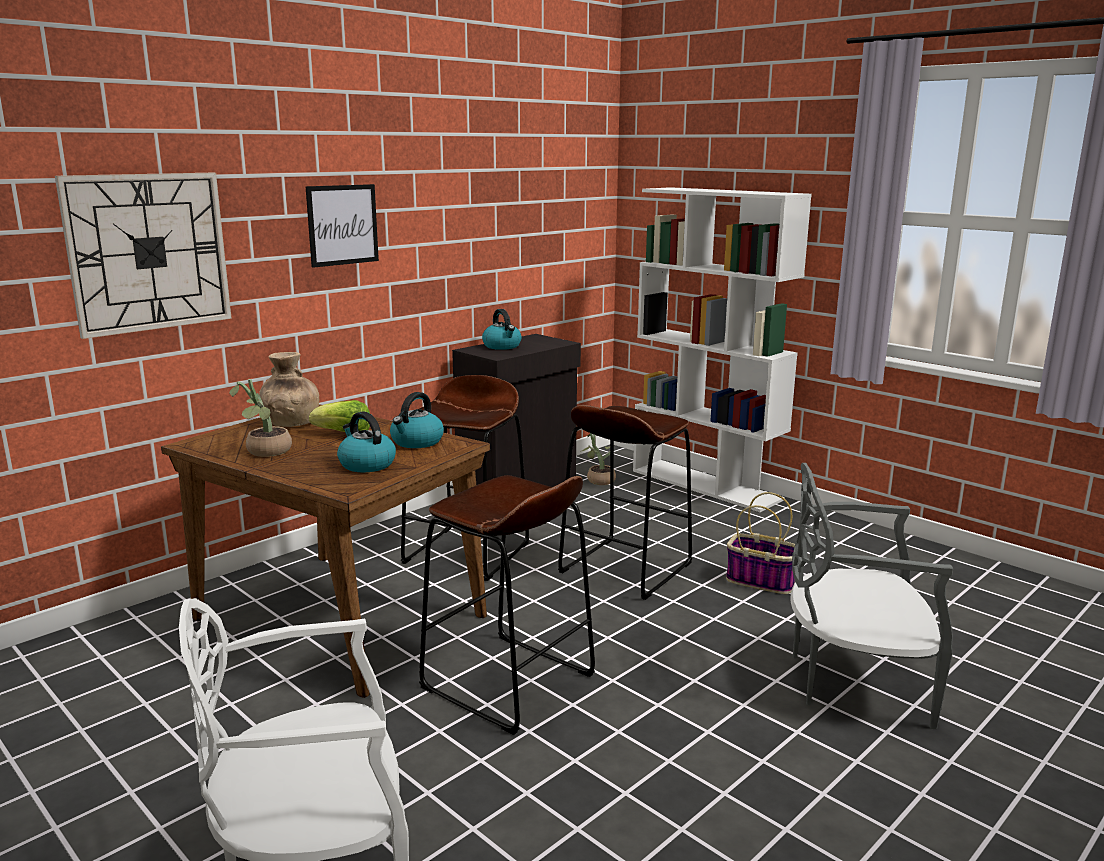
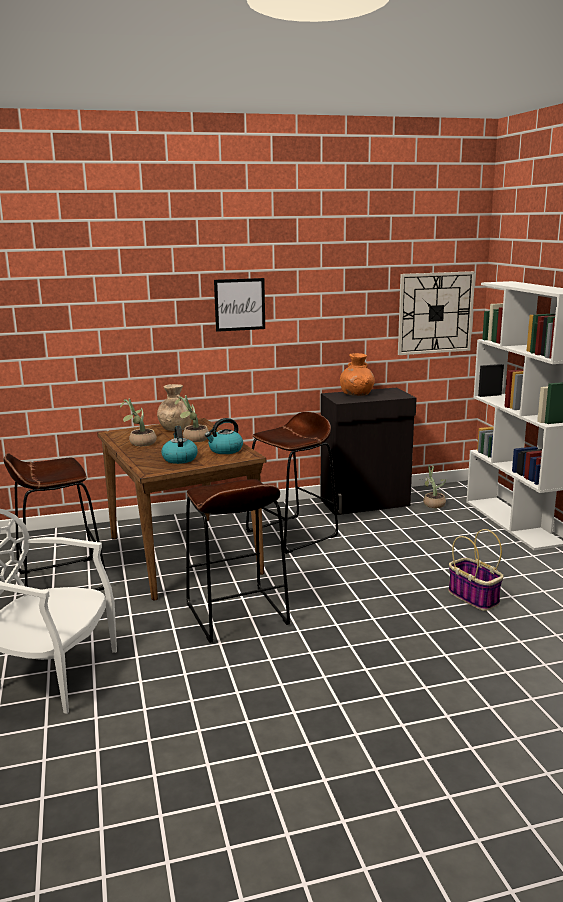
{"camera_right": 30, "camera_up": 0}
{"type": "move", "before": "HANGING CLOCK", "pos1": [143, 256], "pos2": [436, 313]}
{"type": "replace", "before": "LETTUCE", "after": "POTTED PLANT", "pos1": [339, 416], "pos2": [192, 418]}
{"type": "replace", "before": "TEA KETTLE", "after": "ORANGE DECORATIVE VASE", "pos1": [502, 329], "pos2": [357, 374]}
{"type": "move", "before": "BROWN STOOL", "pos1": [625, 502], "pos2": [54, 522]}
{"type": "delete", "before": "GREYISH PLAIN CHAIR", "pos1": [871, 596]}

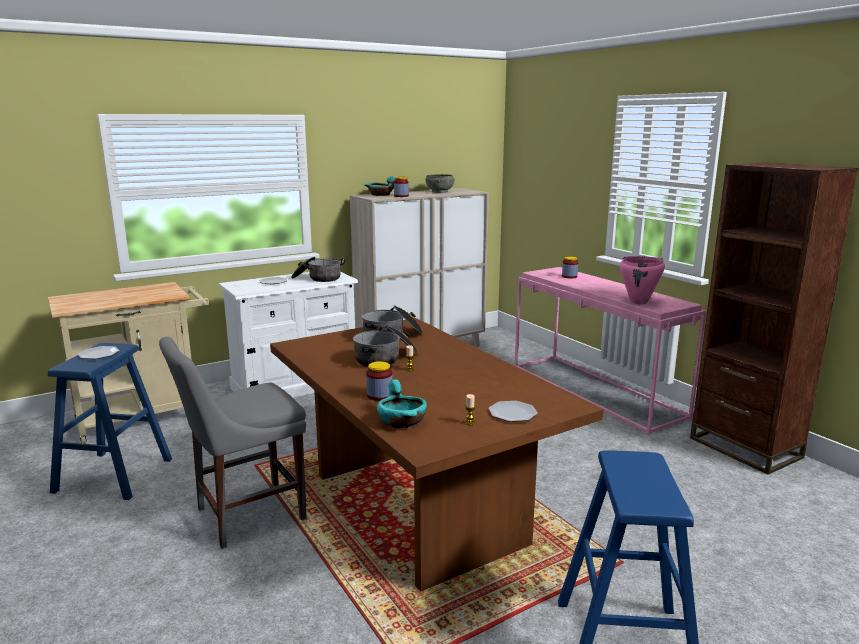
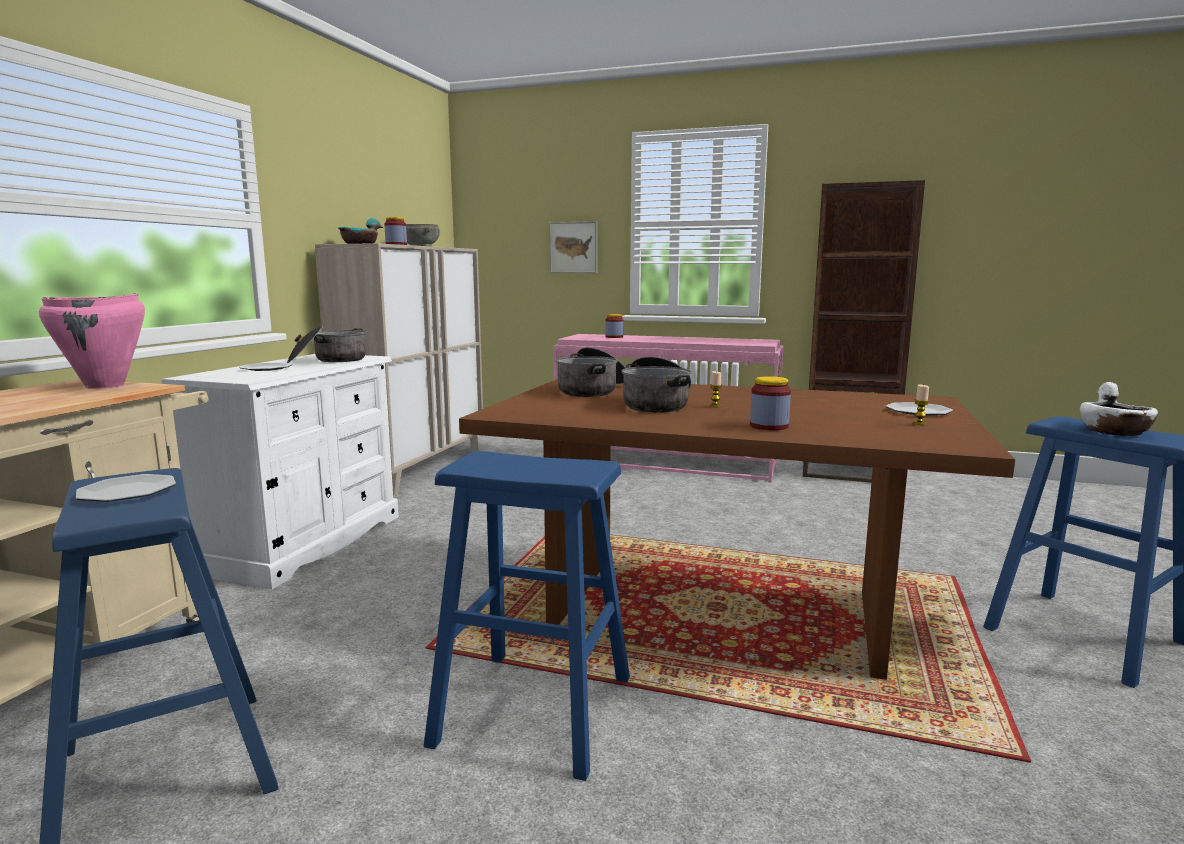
{"camera_right": -40, "camera_up": -5}
{"type": "replace", "before": "GREYISH PLAIN CHAIR", "after": "BLUISH STOOL", "pos1": [233, 442], "pos2": [527, 616]}
{"type": "delete", "before": "TURQUOISE-COLOURED BOWL", "pos1": [402, 403]}
{"type": "move", "before": "PINK STOCKPOT", "pos1": [642, 280], "pos2": [92, 341]}
{"type": "insert", "after": "WALL PICTURE", "pos2": [573, 247]}
{"type": "insert", "after": "WHITISH BOWL", "pos2": [1119, 409]}

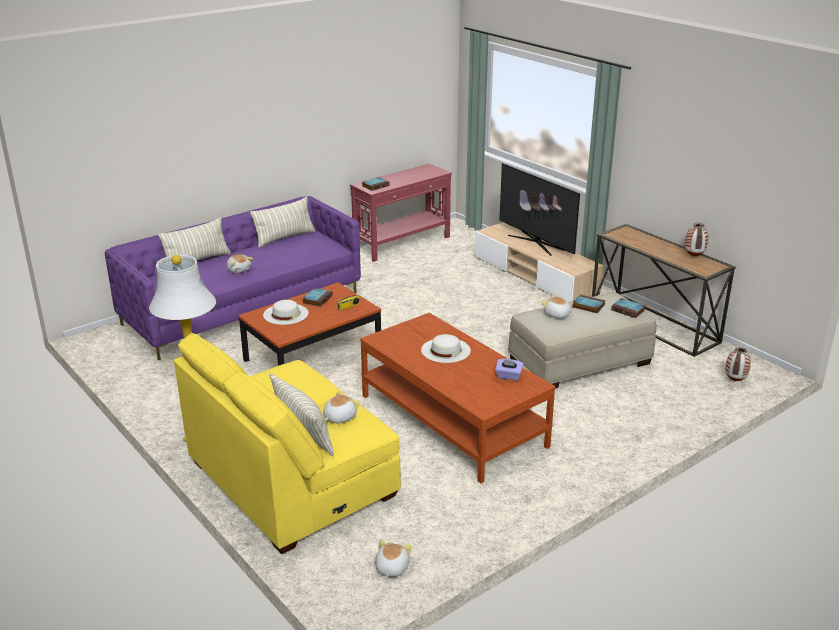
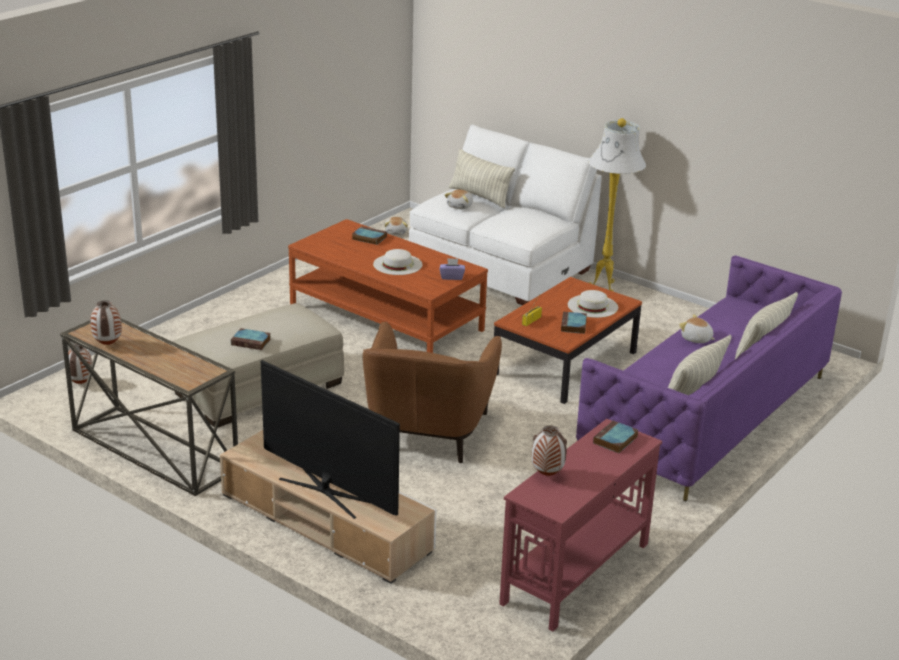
{"camera_right": 165, "camera_up": 0}
{"type": "recolor", "before": "YELLOWISH COUCH", "after": "WHITISH COUCH", "pos1": [287, 443], "pos2": [505, 215]}
{"type": "move", "before": "PURPLE TISSUE HOLDER", "pos1": [509, 370], "pos2": [452, 269]}
{"type": "delete", "before": "PLUSH TOY", "pos1": [557, 306]}
{"type": "move", "before": "BOOK", "pos1": [628, 308], "pos2": [369, 235]}
{"type": "insert", "after": "BROWN EASY CHAIR", "pos2": [432, 392]}
{"type": "insert", "after": "DECORATIVE VASE", "pos2": [549, 450]}

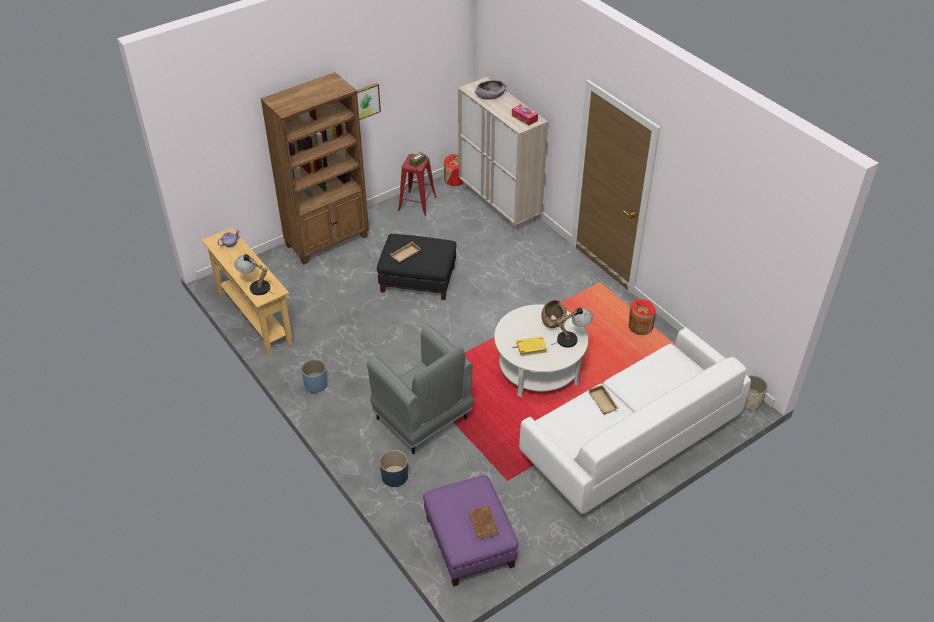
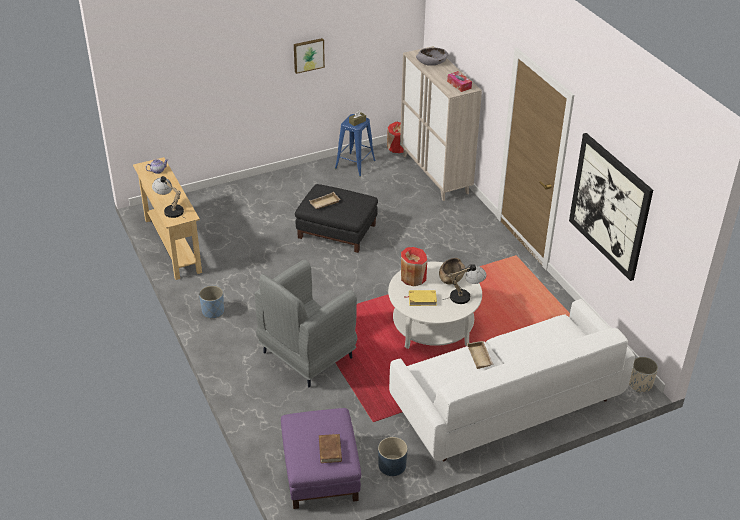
{"camera_right": 10, "camera_up": -5}
{"type": "delete", "before": "BROWN SHELVING UNIT", "pos1": [315, 168]}
{"type": "rotate", "before": "GREYISH EASY CHAIR", "pos1": [420, 389], "pos2": [306, 323], "turn": 75}
{"type": "move", "before": "BLUISH PLANTER", "pos1": [394, 468], "pos2": [393, 456]}
{"type": "recolor", "before": "REDDISH STOOL", "after": "BLUISH STOOL", "pos1": [417, 185], "pos2": [355, 145]}
{"type": "move", "before": "REDDISH DECORATIVE VASE", "pos1": [642, 317], "pos2": [414, 266]}
{"type": "insert", "after": "WALL PICTURE", "pos2": [611, 207]}

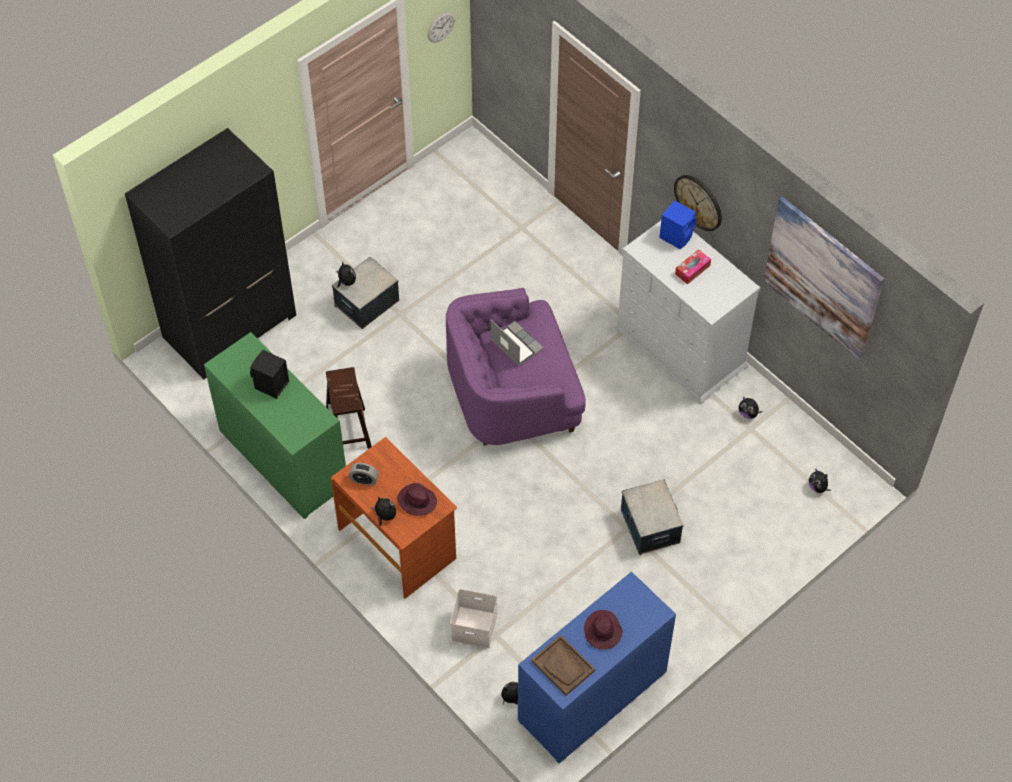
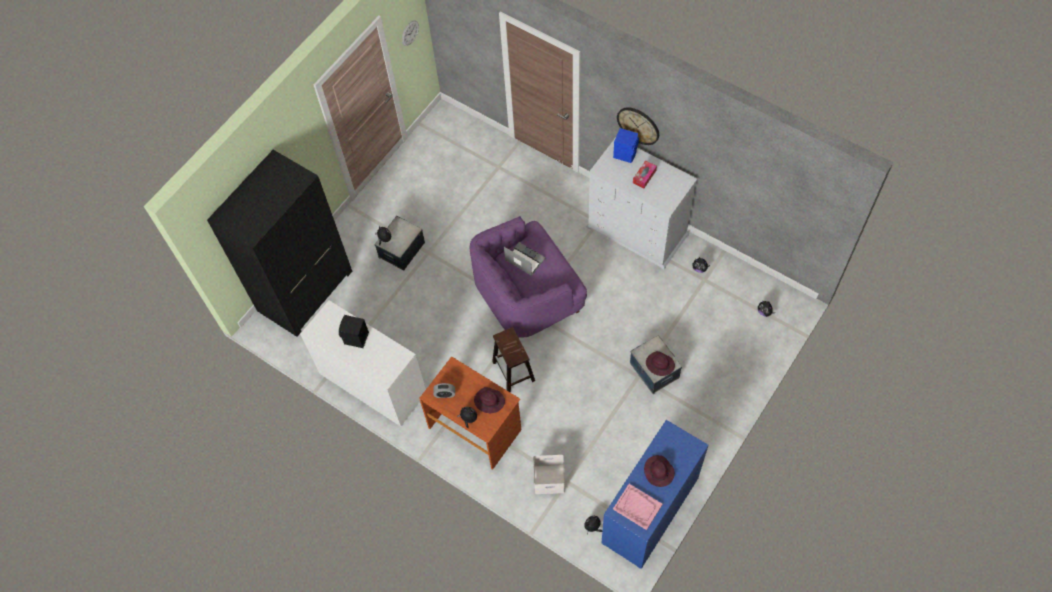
{"camera_right": -10, "camera_up": 5}
{"type": "recolor", "before": "GREENISH DRESSER", "after": "WHITISH DRESSER", "pos1": [275, 425], "pos2": [363, 363]}
{"type": "move", "before": "BROWN STOOL", "pos1": [349, 408], "pos2": [513, 359]}
{"type": "recolor", "before": "BROWN CARRYING TRAY", "after": "PINK CARRYING TRAY", "pos1": [563, 665], "pos2": [637, 507]}
{"type": "delete", "before": "WALL PICTURE", "pos1": [824, 279]}
{"type": "insert", "after": "PURPLE HAT", "pos2": [660, 363]}

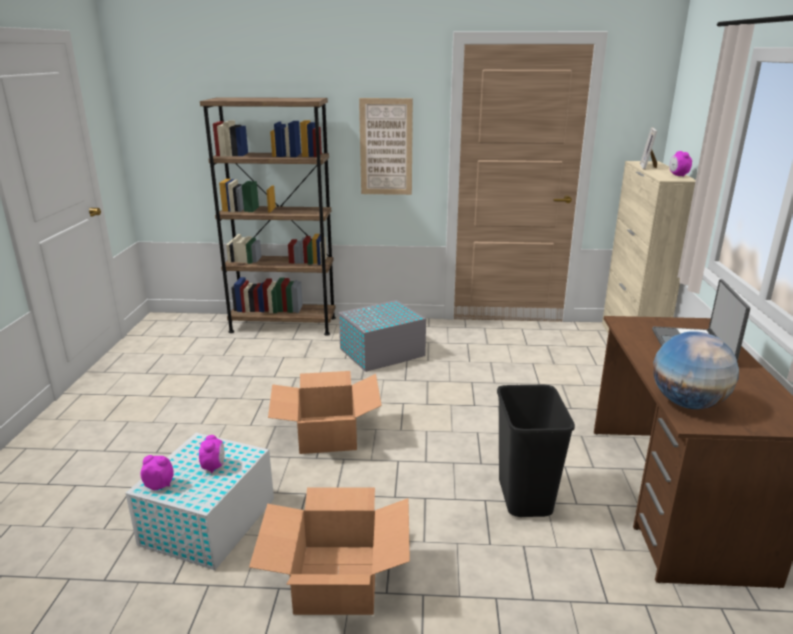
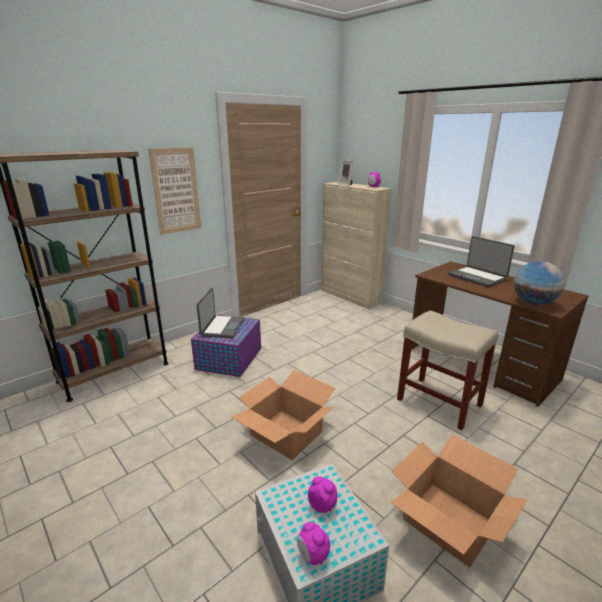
{"camera_right": -45, "camera_up": 0}
{"type": "rotate", "before": "ALARM CLOCK", "pos1": [157, 472], "pos2": [313, 543], "turn": -90}
{"type": "recolor", "before": "GREYISH STORAGE CONTAINER", "after": "PURPLE STORAGE CONTAINER", "pos1": [382, 336], "pos2": [226, 345]}
{"type": "replace", "before": "BLACKISH RUBBISH BIN", "after": "BEIGE STOOL", "pos1": [536, 451], "pos2": [447, 370]}
{"type": "insert", "after": "PORTABLE COMPUTER", "pos2": [220, 313]}

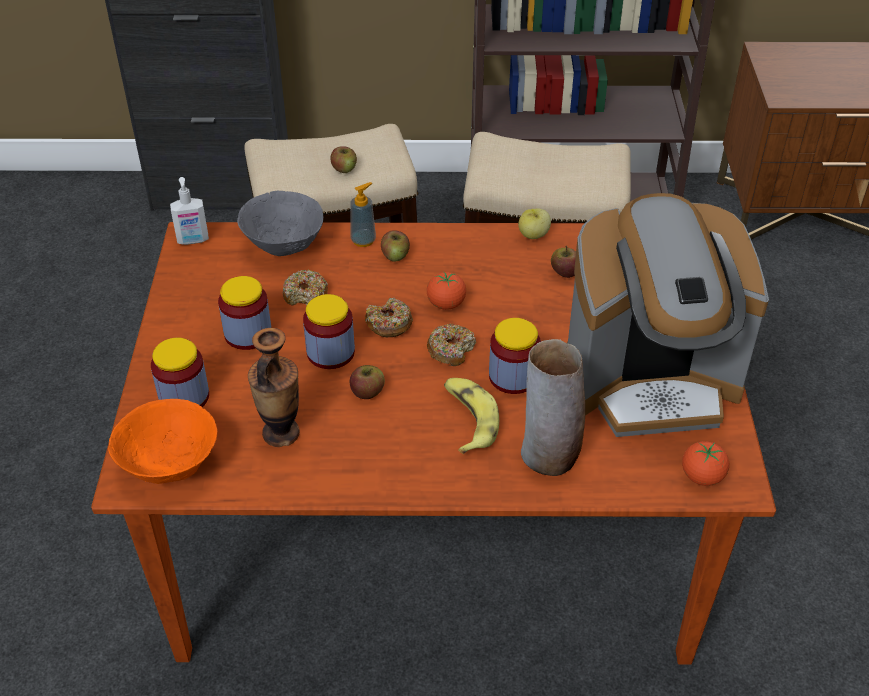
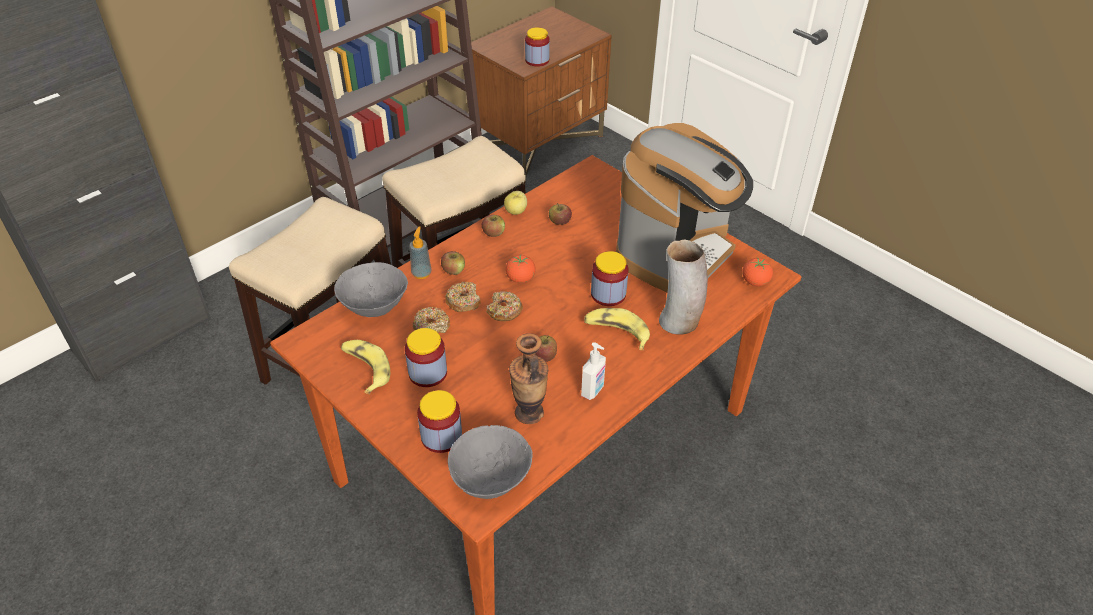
{"camera_right": -45, "camera_up": 0}
{"type": "recolor", "before": "ORANGE BOWL", "after": "GREYISH BOWL", "pos1": [162, 441], "pos2": [490, 462]}
{"type": "move", "before": "LIQUID SOAP BOTTLE", "pos1": [189, 211], "pos2": [593, 371]}
{"type": "move", "before": "STORAGE JAR", "pos1": [329, 331], "pos2": [537, 47]}
{"type": "move", "before": "APPLE FRUIT", "pos1": [343, 159], "pos2": [493, 226]}
{"type": "move", "before": "DONUT", "pos1": [451, 345], "pos2": [463, 297]}
{"type": "insert", "after": "BANANA FRUIT", "pos2": [365, 367]}

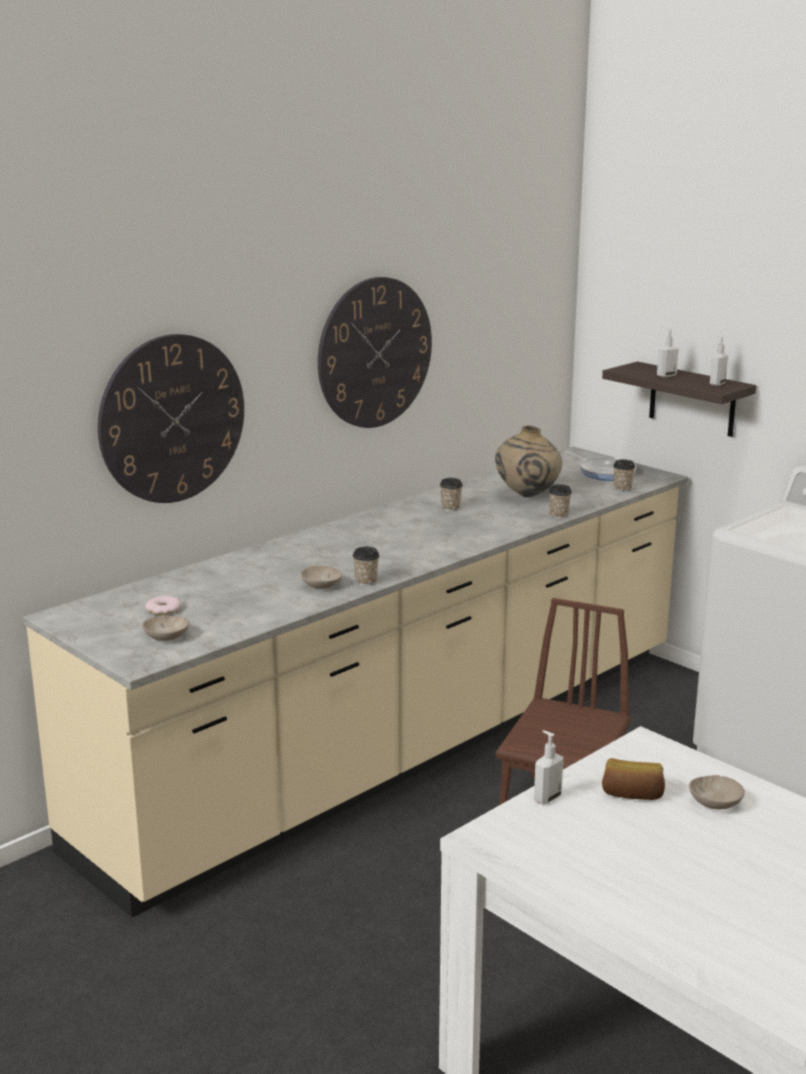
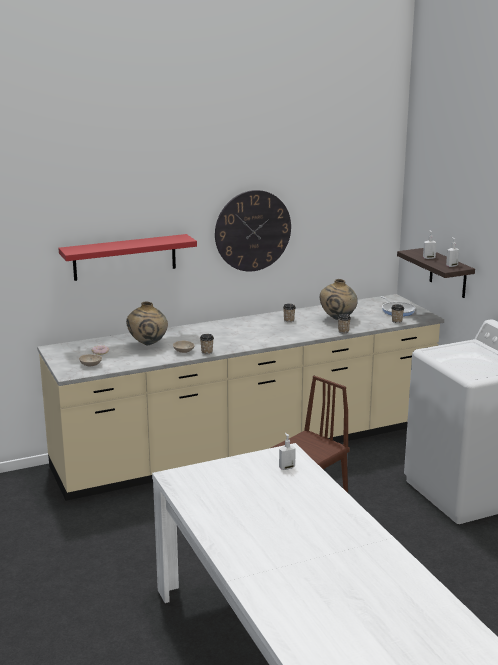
{"camera_right": 20, "camera_up": 0}
{"type": "replace", "before": "HANGING CLOCK", "after": "REDDISH SHELF", "pos1": [171, 418], "pos2": [127, 257]}
{"type": "move", "before": "LIQUID SOAP BOTTLE", "pos1": [548, 767], "pos2": [287, 451]}
{"type": "delete", "before": "BAKED BREAD", "pos1": [633, 779]}
{"type": "delete", "before": "BEIGE BOWL", "pos1": [717, 792]}
{"type": "insert", "after": "BEIGE DECORATIVE VASE", "pos2": [147, 323]}

